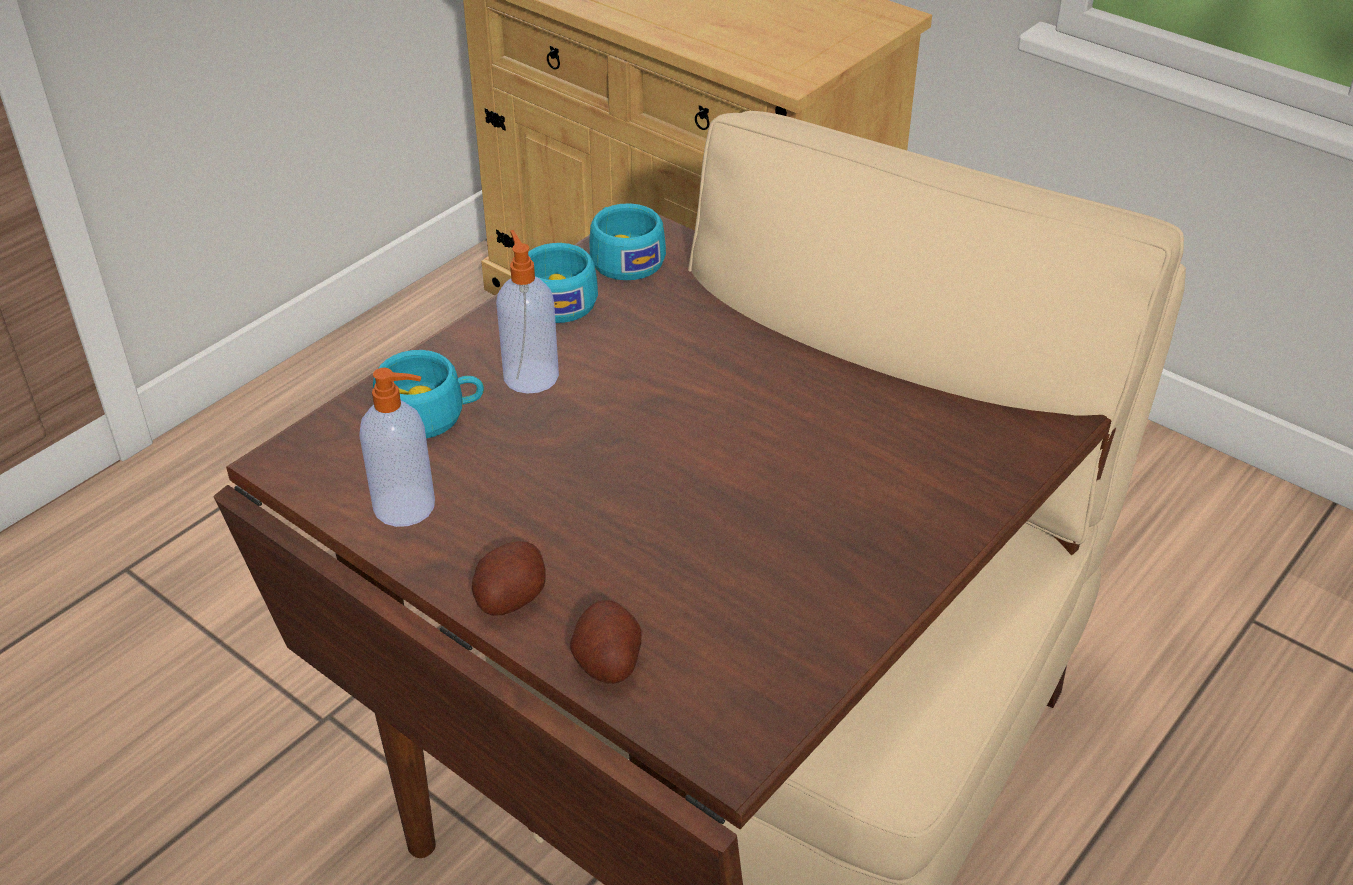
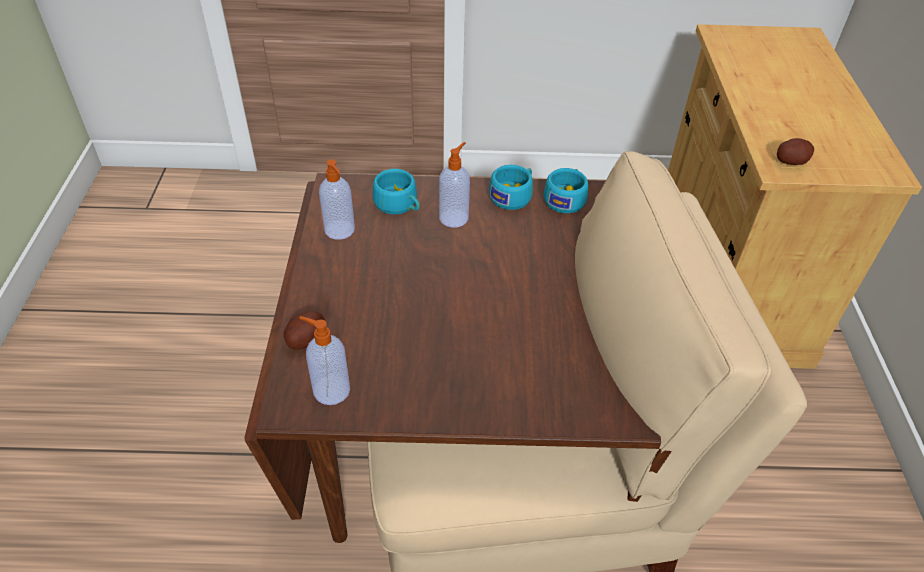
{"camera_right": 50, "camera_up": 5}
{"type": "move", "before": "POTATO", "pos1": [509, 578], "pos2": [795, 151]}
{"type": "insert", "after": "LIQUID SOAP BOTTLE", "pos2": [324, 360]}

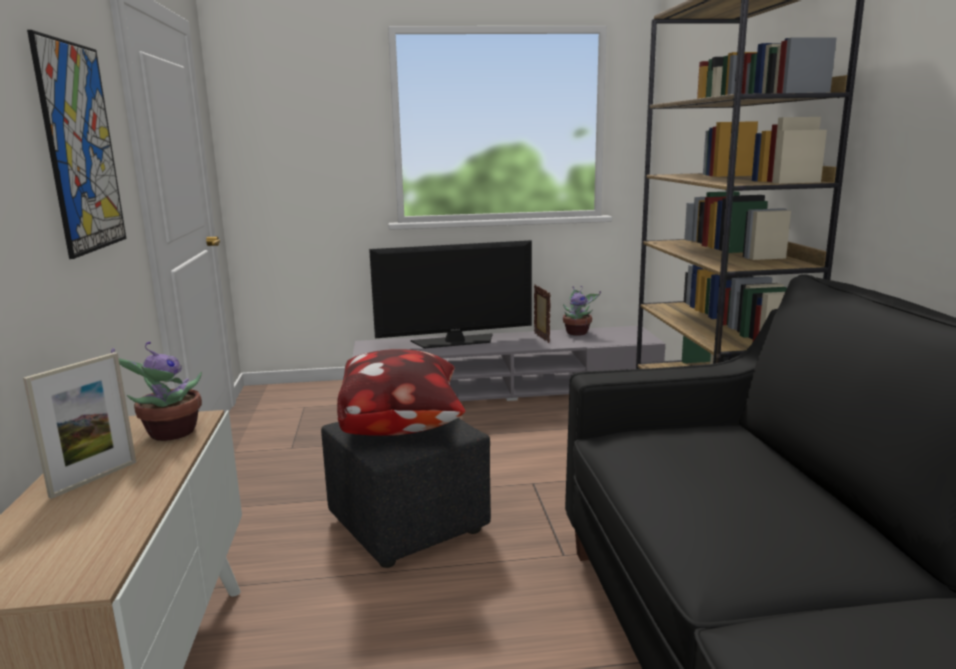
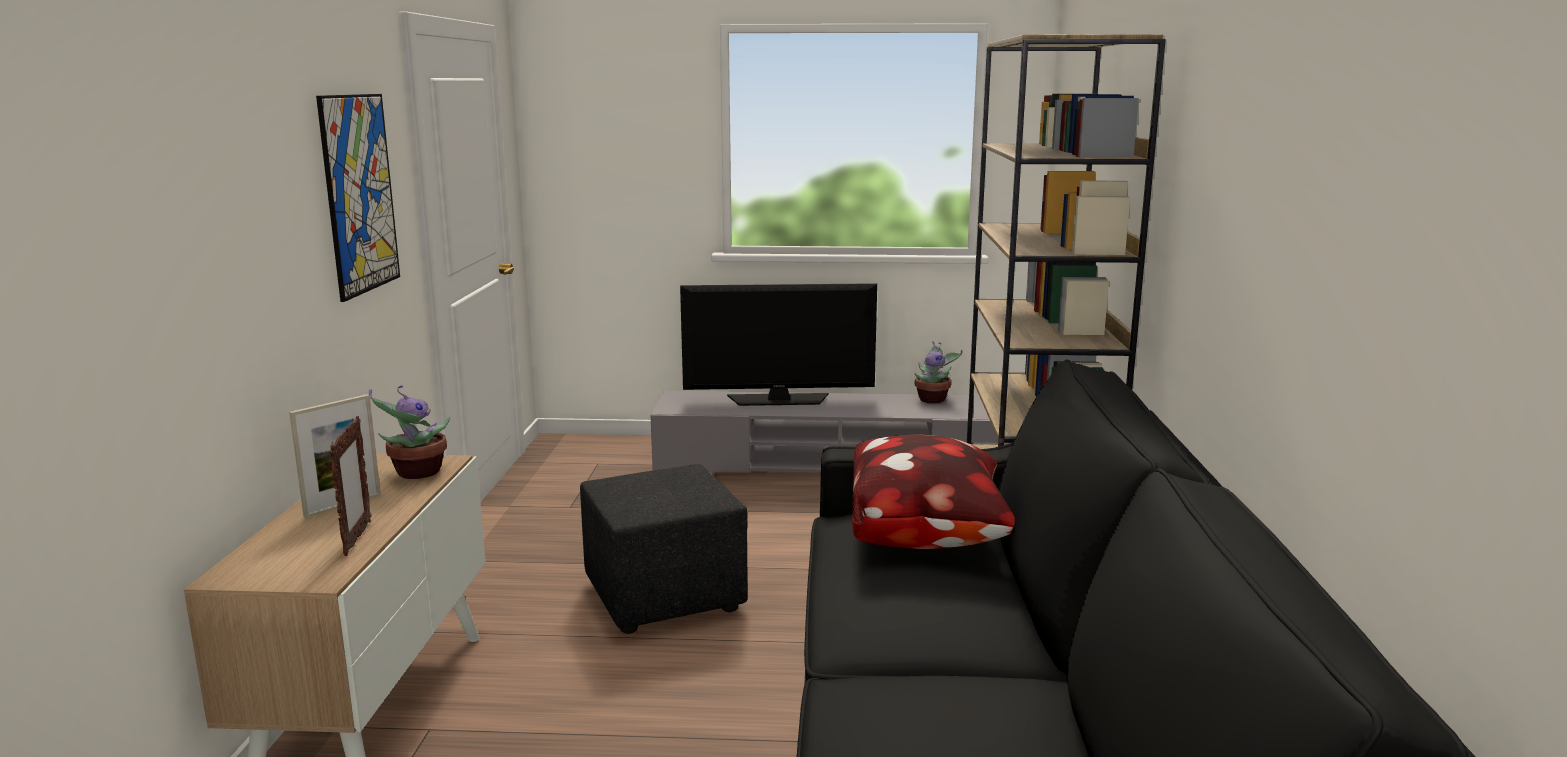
{"camera_right": 10, "camera_up": 0}
{"type": "move", "before": "CUSHION", "pos1": [401, 392], "pos2": [933, 492]}
{"type": "move", "before": "PICTURE FRAME", "pos1": [542, 313], "pos2": [350, 486]}

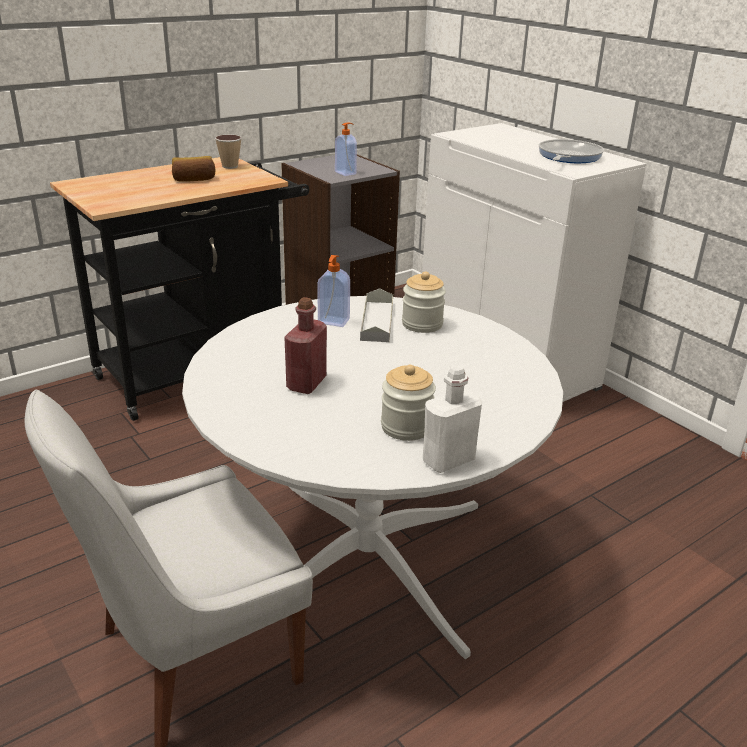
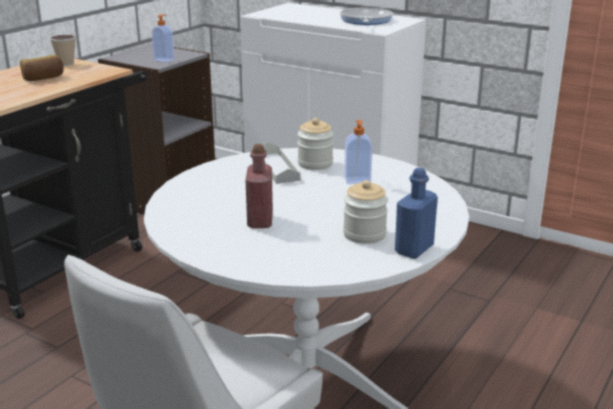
{"camera_right": -20, "camera_up": -5}
{"type": "move", "before": "LIQUID SOAP BOTTLE", "pos1": [333, 291], "pos2": [358, 152]}
{"type": "recolor", "before": "WHITISH DRINK BOTTLE", "after": "BLUISH DRINK BOTTLE", "pos1": [452, 419], "pos2": [416, 213]}

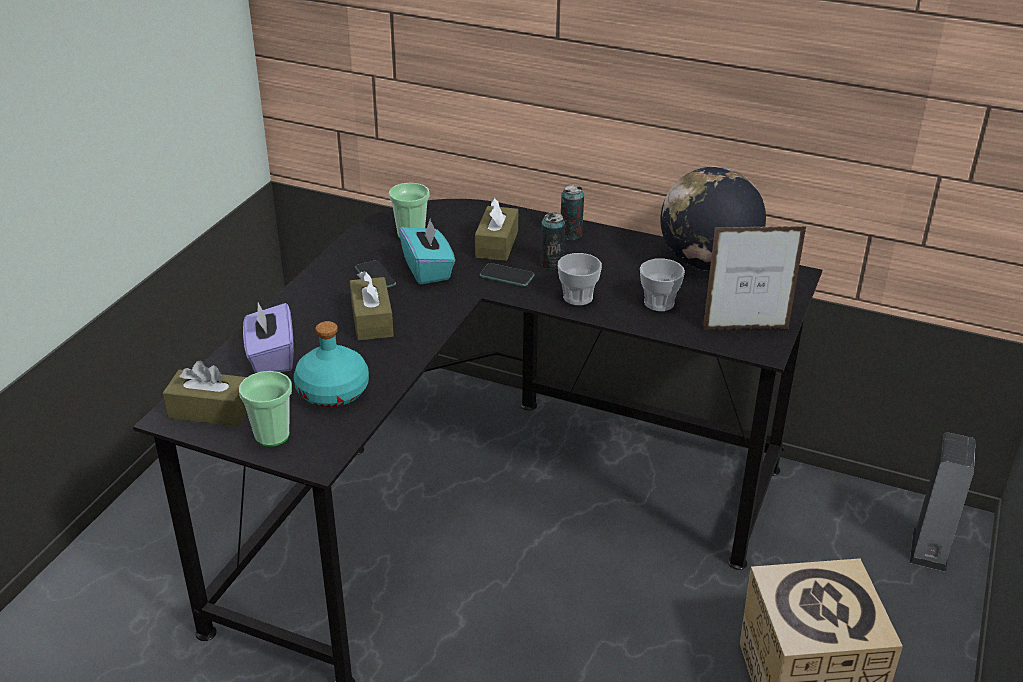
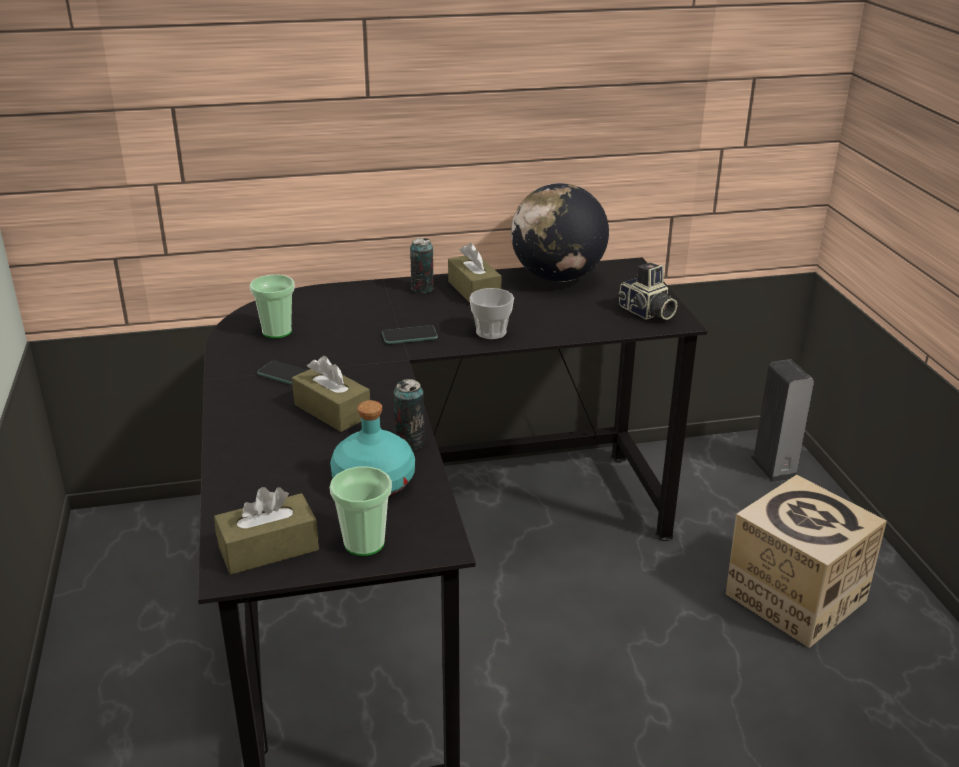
{"camera_right": -35, "camera_up": -5}
{"type": "delete", "before": "PURPLE TISSUE HOLDER", "pos1": [268, 338]}
{"type": "delete", "before": "TURQUOISE-COLOURED TISSUE HOLDER", "pos1": [427, 252]}
{"type": "move", "before": "BROWN TISSUE HOLDER", "pos1": [496, 229], "pos2": [474, 273]}
{"type": "move", "before": "METAL CAN", "pos1": [552, 240], "pos2": [409, 414]}
{"type": "delete", "before": "SMALL CUP", "pos1": [662, 285]}
{"type": "replace", "before": "PICTURE FRAME", "after": "PHOTO CAMERA", "pos1": [755, 278], "pos2": [647, 291]}

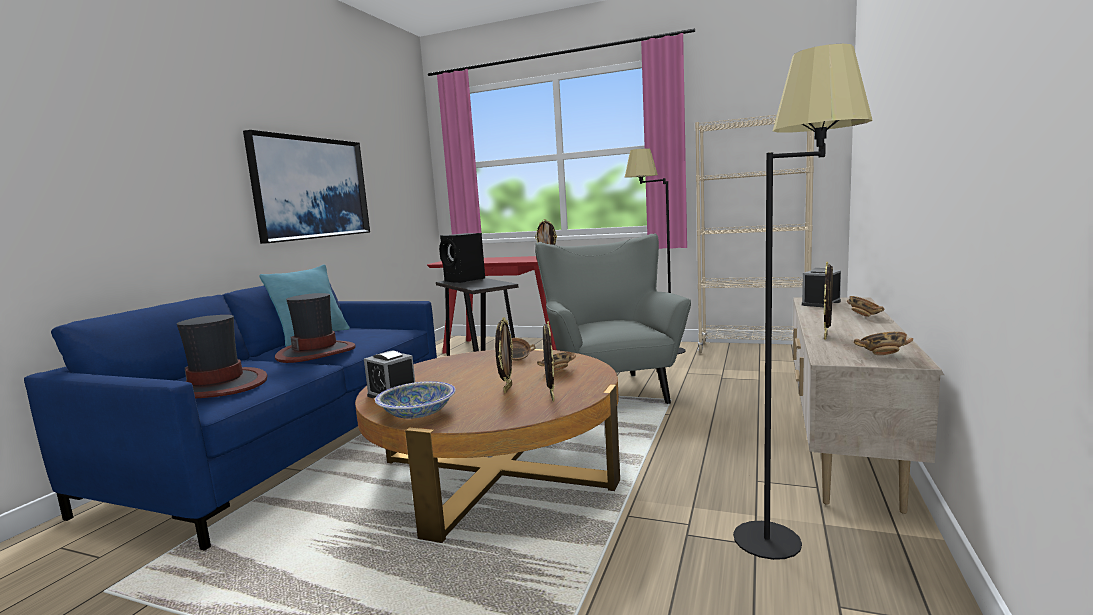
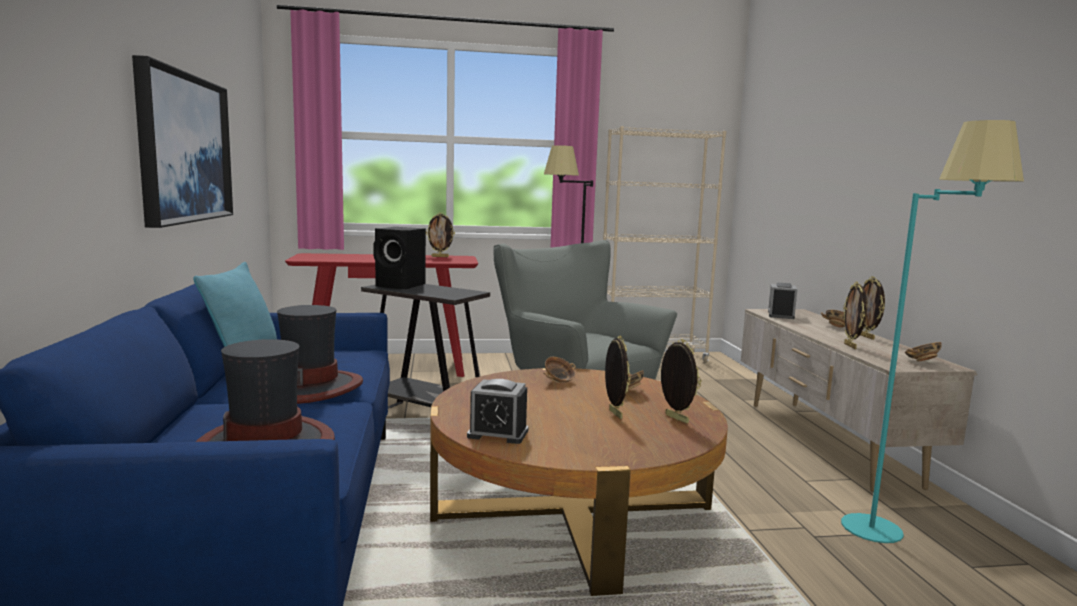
{"camera_right": -30, "camera_up": 0}
{"type": "delete", "before": "BOWL", "pos1": [415, 400]}
{"type": "recolor", "before": "BLACKISH STANDARD LAMP", "after": "TURQUOISE-COLOURED STANDARD LAMP", "pos1": [803, 302], "pos2": [932, 331]}
{"type": "insert", "after": "PICTURE FRAME", "pos2": [873, 308]}

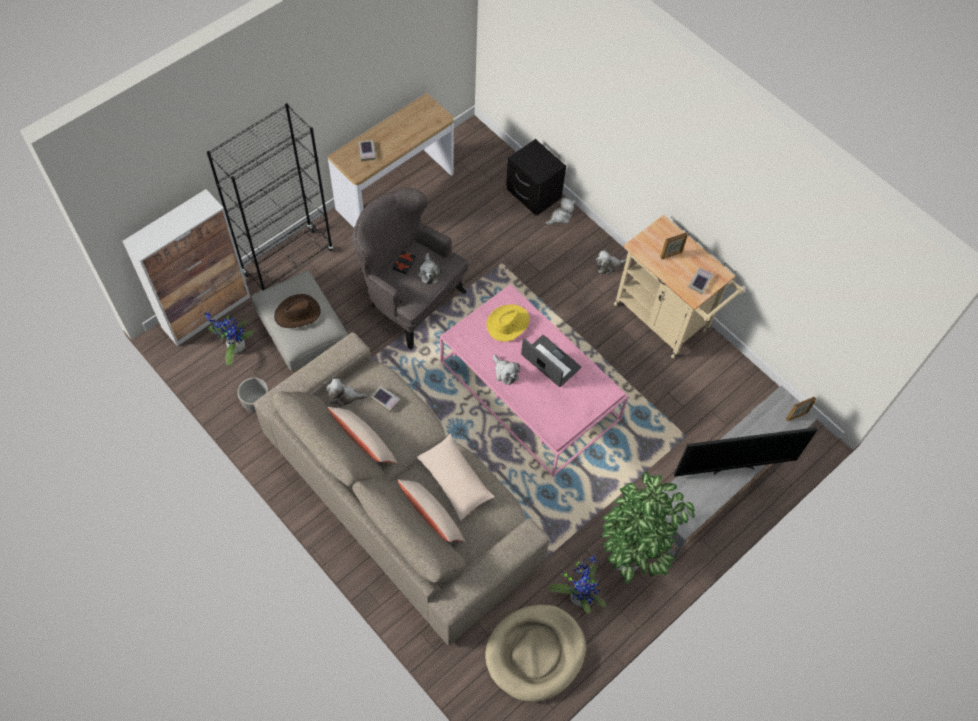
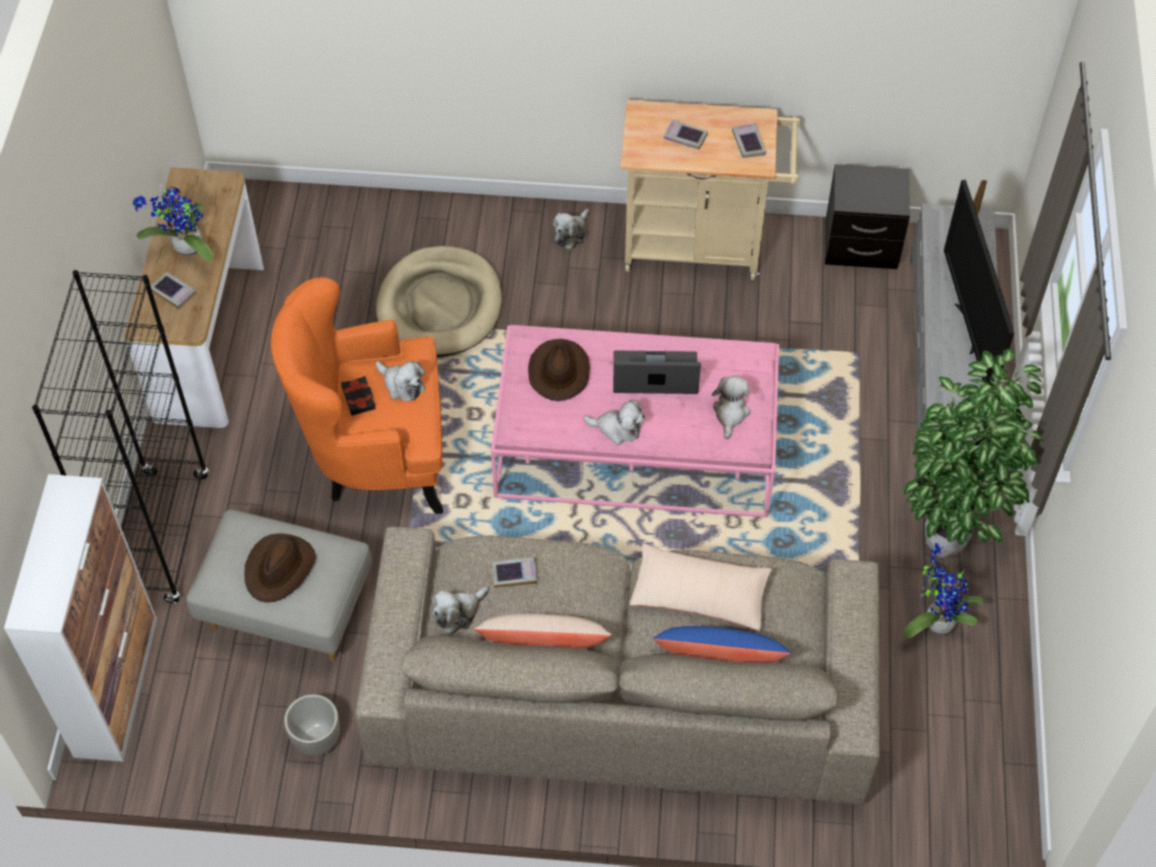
{"camera_right": -40, "camera_up": -5}
{"type": "move", "before": "POTTED PLANT", "pos1": [229, 339], "pos2": [173, 223]}
{"type": "recolor", "before": "GREYISH EASY CHAIR", "after": "ORANGE EASY CHAIR", "pos1": [410, 269], "pos2": [357, 395]}
{"type": "recolor", "before": "BEIGE CUSHION", "after": "BLUISH CUSHION", "pos1": [431, 510], "pos2": [722, 644]}
{"type": "move", "before": "BEIGE DOG BED", "pos1": [535, 653], "pos2": [439, 301]}
{"type": "recolor", "before": "YELLOWISH HAT", "after": "BROWN HAT", "pos1": [508, 323], "pos2": [559, 370]}
{"type": "move", "before": "BLACKISH NIGHTSTAND", "pos1": [536, 177], "pos2": [867, 216]}
{"type": "move", "before": "PLUSH TOY", "pos1": [560, 211], "pos2": [731, 407]}
{"type": "replace", "before": "PICTURE FRAME", "after": "BOOK", "pos1": [674, 245], "pos2": [685, 134]}
{"type": "rotate", "before": "TV", "pos1": [746, 452], "pos2": [979, 282], "turn": 135}

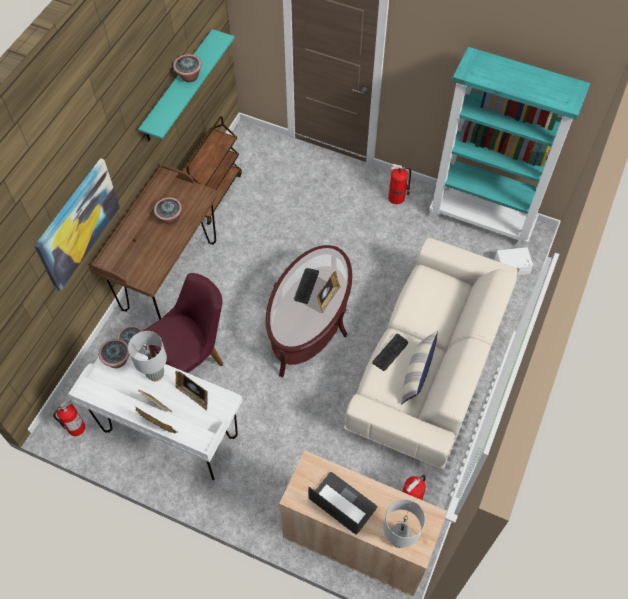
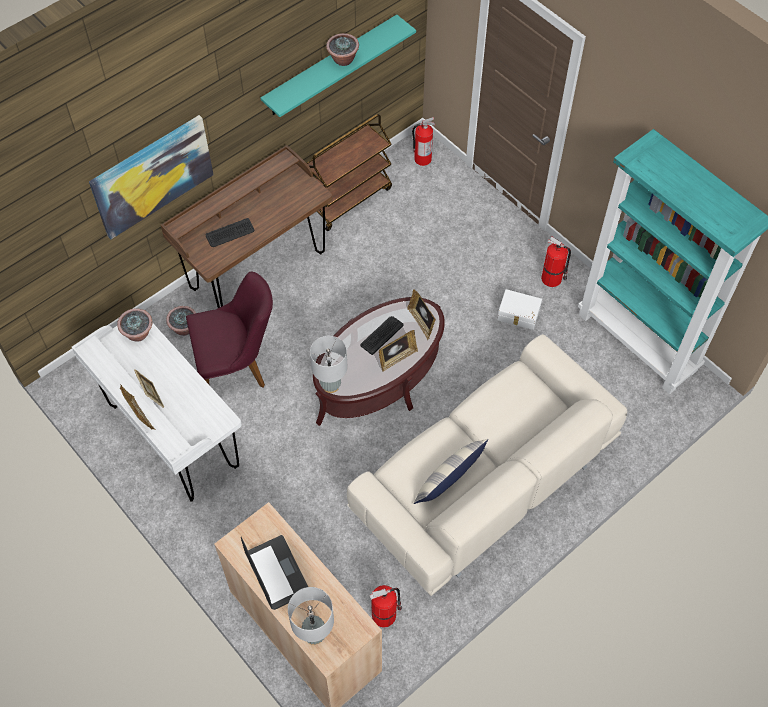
{"camera_right": 25, "camera_up": 0}
{"type": "move", "before": "FIRE-FIGHTING CYLINDER", "pos1": [69, 417], "pos2": [423, 141]}
{"type": "move", "before": "GREYISH TABLE LAMP", "pos1": [147, 356], "pos2": [329, 364]}
{"type": "delete", "before": "POTTED PLANT", "pos1": [168, 210]}
{"type": "move", "before": "PICTURE FRAME", "pos1": [191, 390], "pos2": [421, 315]}
{"type": "move", "before": "COMPUTER KEYBOARD", "pos1": [390, 352], "pos2": [229, 232]}
{"type": "move", "before": "WHITISH STORAGE CONTAINER", "pos1": [513, 261], "pos2": [519, 309]}

